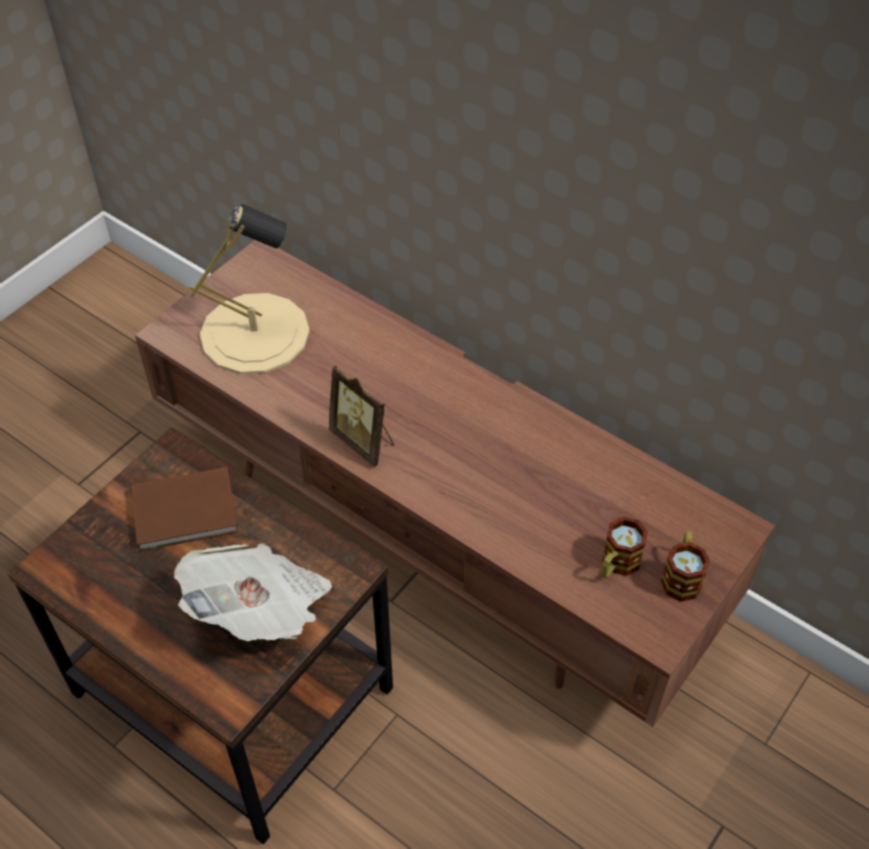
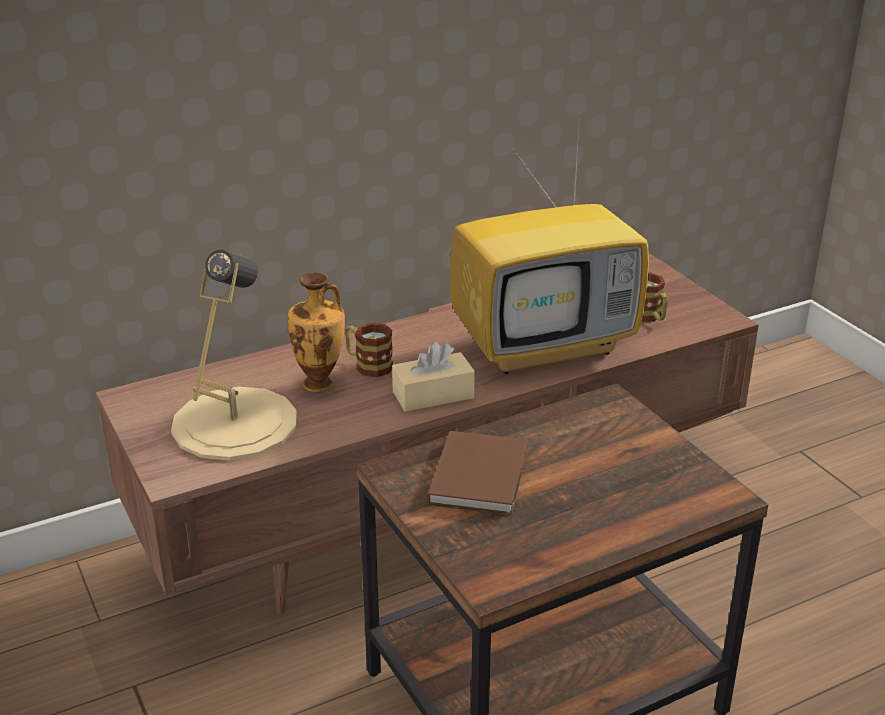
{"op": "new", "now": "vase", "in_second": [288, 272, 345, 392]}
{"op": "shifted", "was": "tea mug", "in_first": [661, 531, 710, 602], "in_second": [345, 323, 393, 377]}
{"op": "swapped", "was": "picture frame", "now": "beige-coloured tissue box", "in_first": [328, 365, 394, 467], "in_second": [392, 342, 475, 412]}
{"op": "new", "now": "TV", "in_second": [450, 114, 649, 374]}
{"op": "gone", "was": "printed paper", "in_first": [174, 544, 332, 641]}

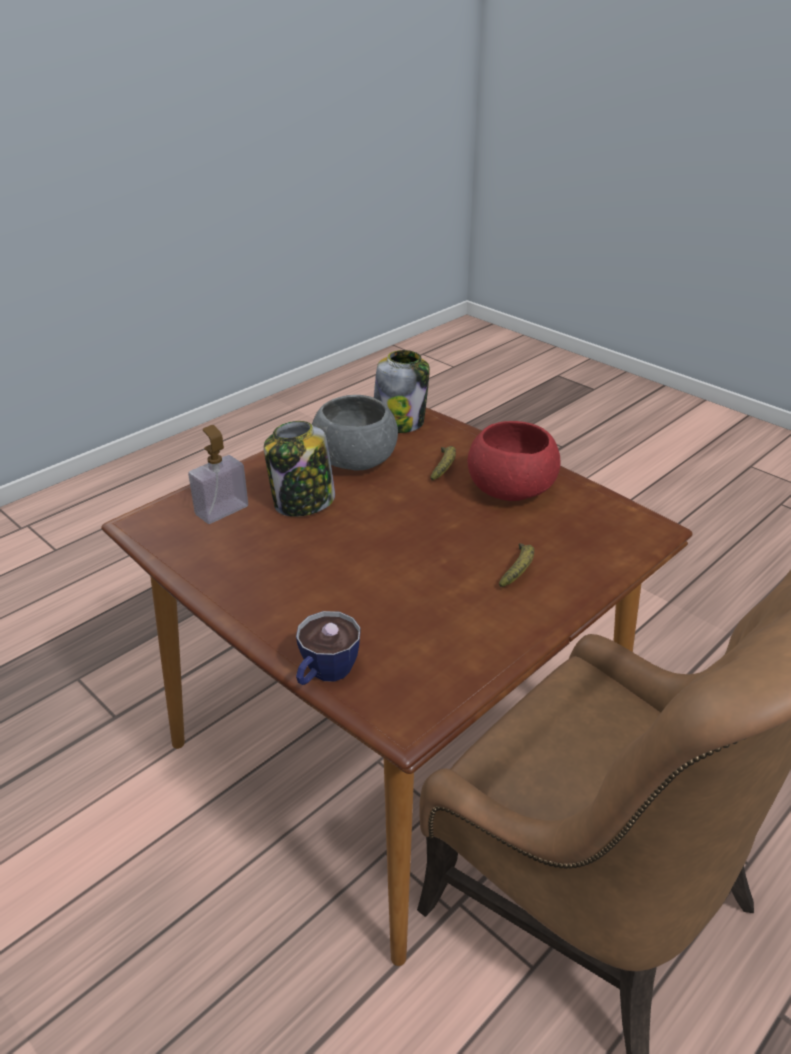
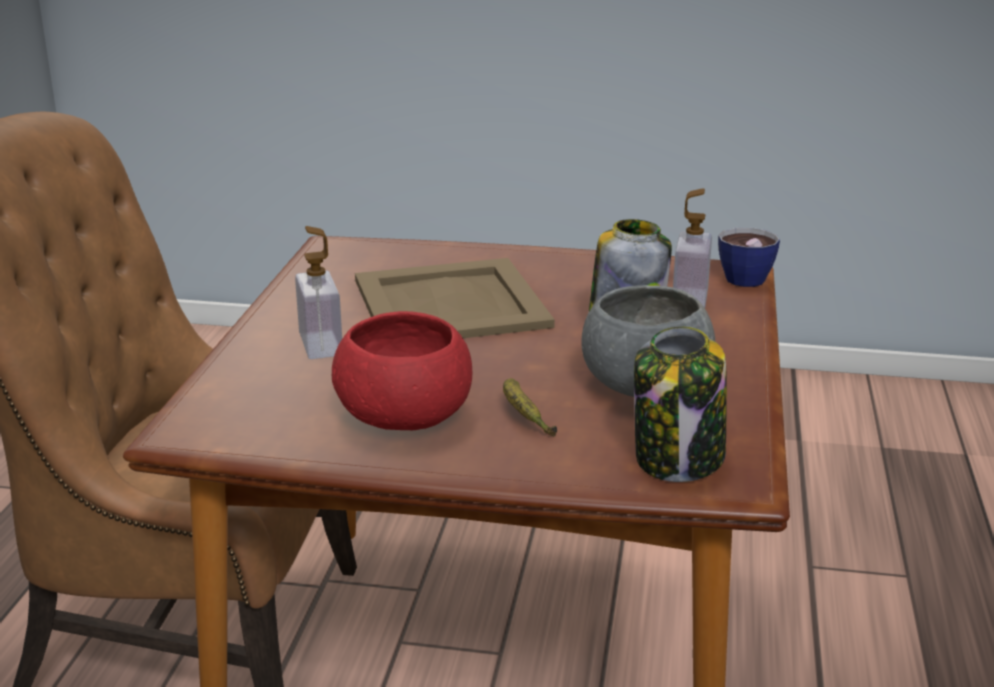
{"op": "swapped", "was": "whole banana", "now": "soap dispenser", "in_first": [499, 543, 534, 587], "in_second": [295, 226, 342, 359]}
{"op": "new", "now": "beige-coloured tray", "in_second": [355, 258, 555, 338]}
{"op": "shifted", "was": "drinking cup", "in_first": [296, 611, 361, 685], "in_second": [718, 228, 780, 287]}

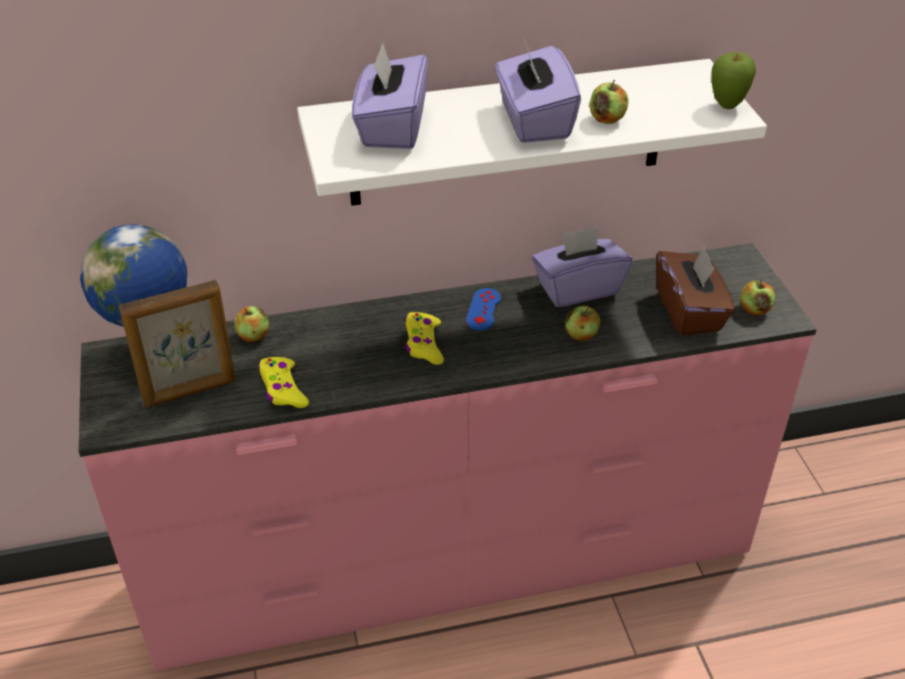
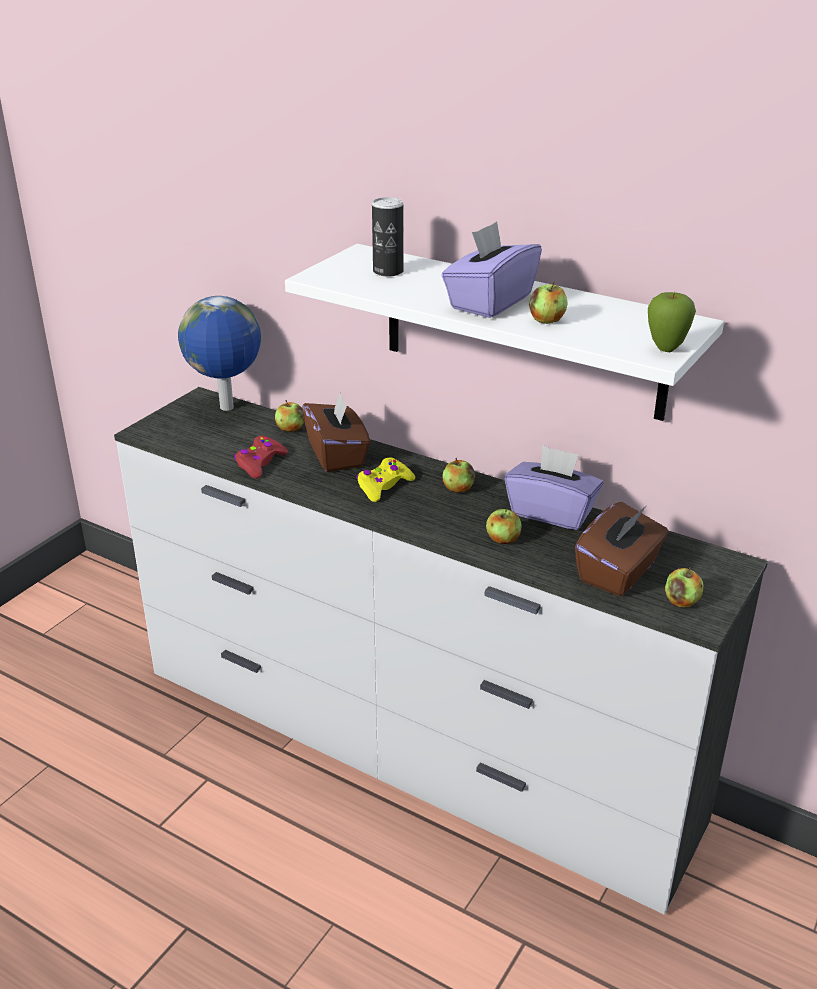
{"op": "repainted", "was": "pink drawer chest", "now": "white-coloured drawer chest", "in_first": [79, 243, 817, 671], "in_second": [114, 387, 768, 915]}
{"op": "repainted", "was": "yellow gamepad", "now": "reddish gamepad", "in_first": [258, 357, 309, 408], "in_second": [234, 435, 288, 479]}
{"op": "new", "now": "brown-coloured tissue box", "in_second": [302, 393, 370, 472]}
{"op": "swapped", "was": "purplish tissue box", "now": "can", "in_first": [352, 43, 428, 149], "in_second": [372, 197, 404, 276]}
{"op": "swapped", "was": "blue-coloured gamepad", "now": "whole apple", "in_first": [466, 288, 501, 330], "in_second": [443, 458, 475, 493]}
{"op": "gone", "was": "picture frame", "in_first": [119, 280, 236, 407]}

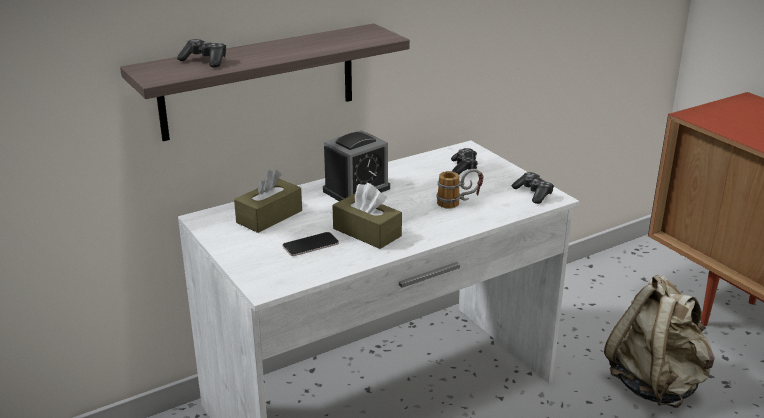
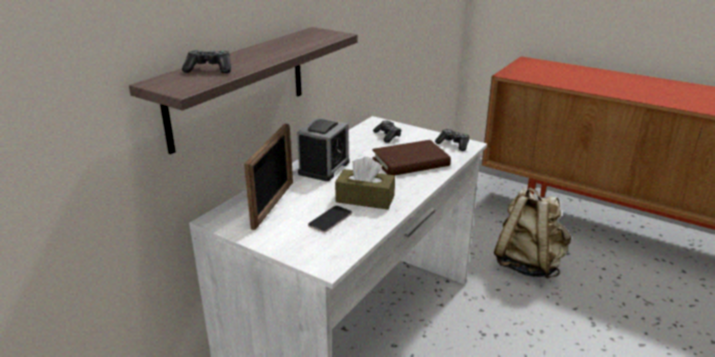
{"op": "swapped", "was": "brown-coloured tissue box", "now": "picture frame", "in_first": [234, 170, 302, 233], "in_second": [244, 123, 293, 230]}
{"op": "swapped", "was": "tea mug", "now": "brown-coloured bound book", "in_first": [437, 169, 483, 209], "in_second": [372, 140, 451, 175]}

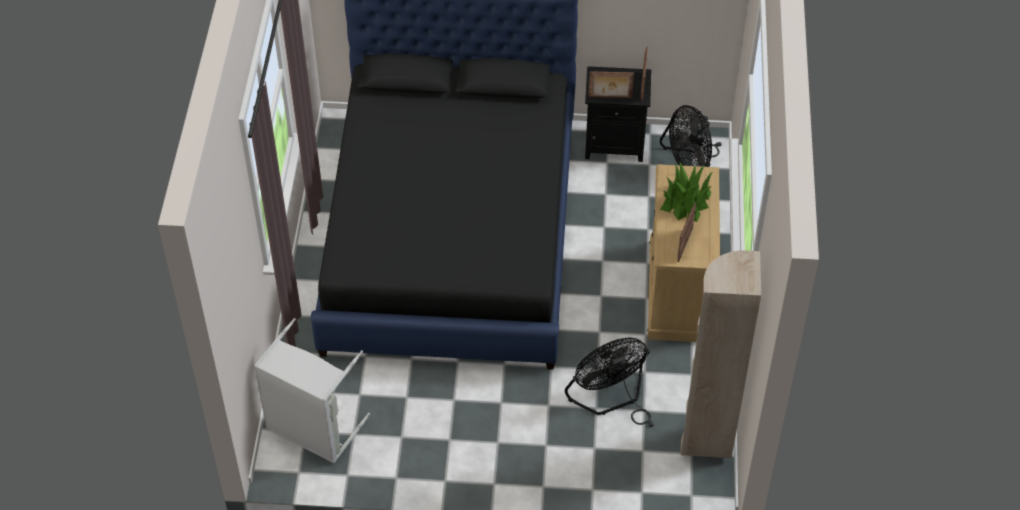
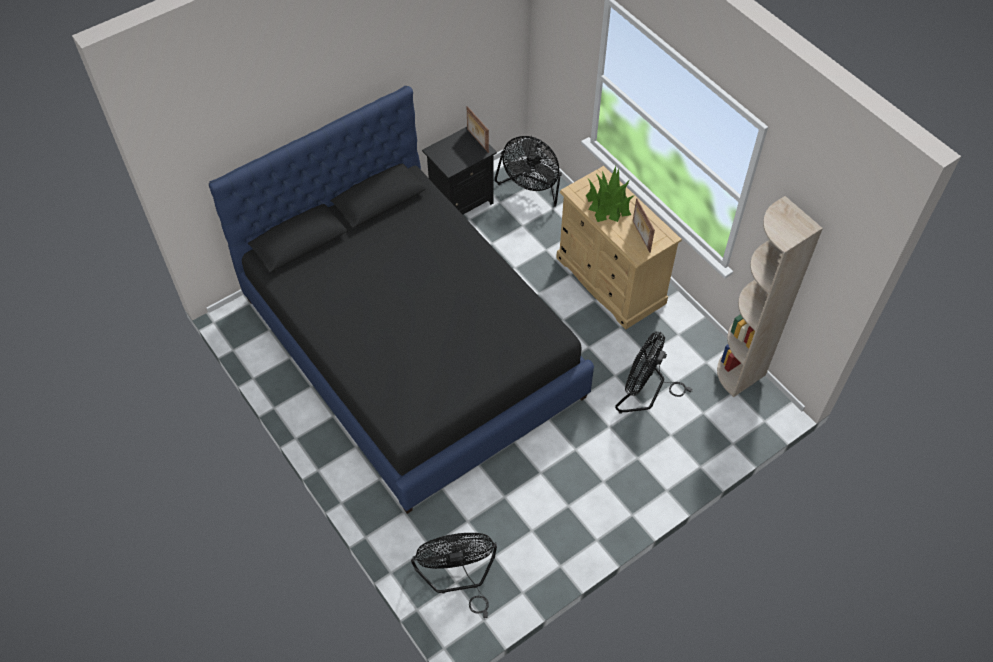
{"op": "swapped", "was": "greyish laundry basket", "now": "black-coloured fan", "in_first": [254, 318, 370, 464], "in_second": [411, 533, 497, 619]}
{"op": "gone", "was": "picture frame", "in_first": [589, 71, 634, 98]}

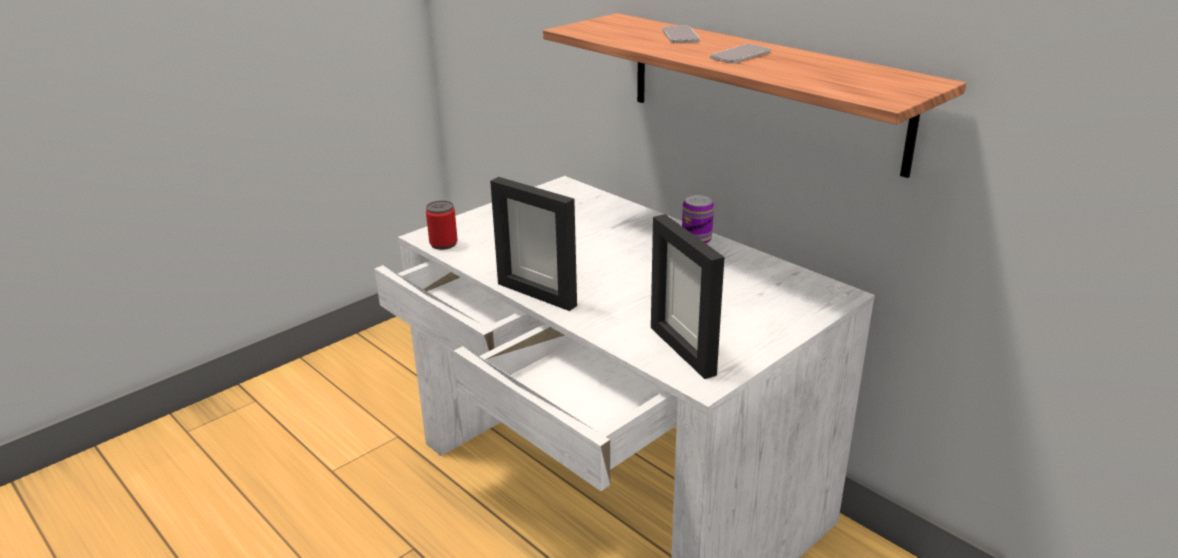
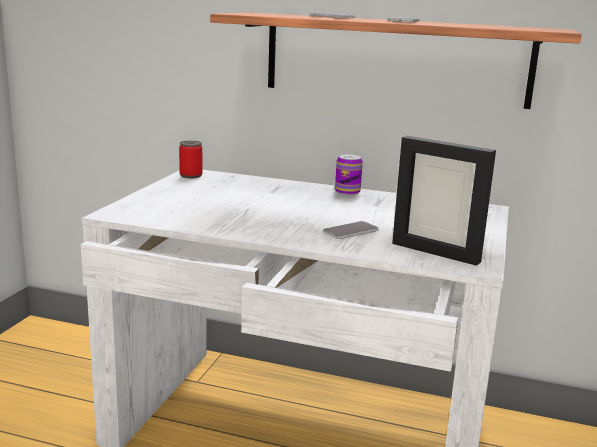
{"op": "shifted", "was": "can", "in_first": [426, 201, 458, 250], "in_second": [179, 141, 202, 178]}
{"op": "new", "now": "phone", "in_second": [323, 221, 379, 239]}
{"op": "gone", "was": "picture frame", "in_first": [490, 177, 577, 311]}

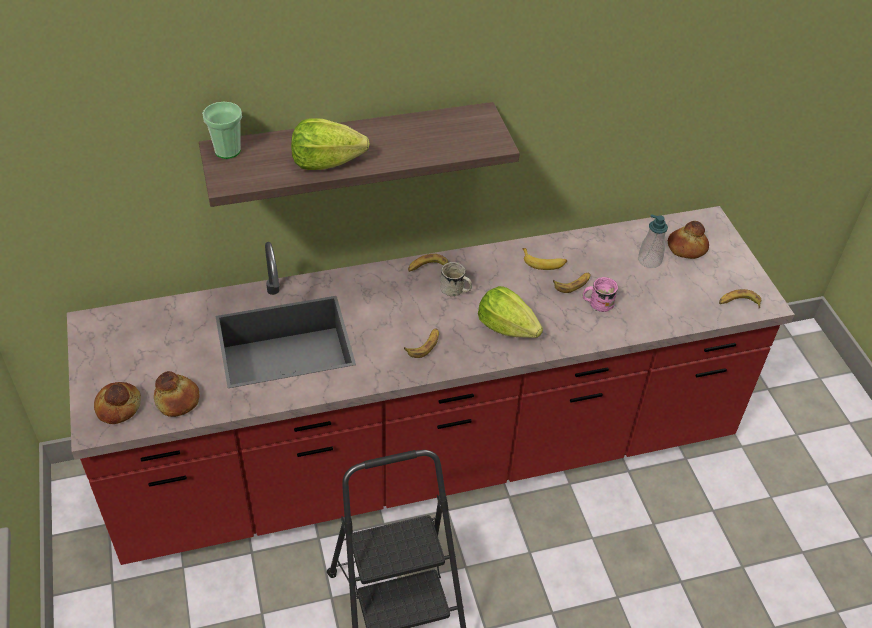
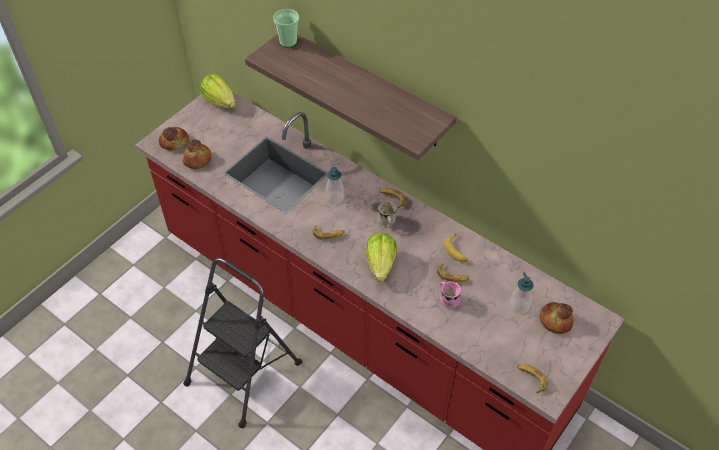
{"op": "shifted", "was": "lettuce", "in_first": [291, 118, 370, 170], "in_second": [200, 74, 236, 108]}
{"op": "new", "now": "soap dispenser", "in_second": [326, 167, 344, 204]}

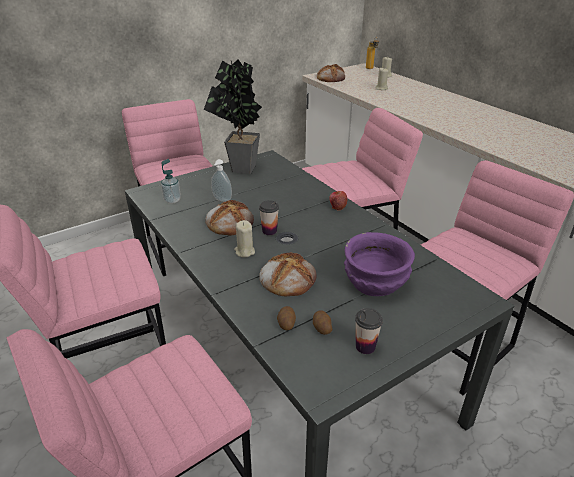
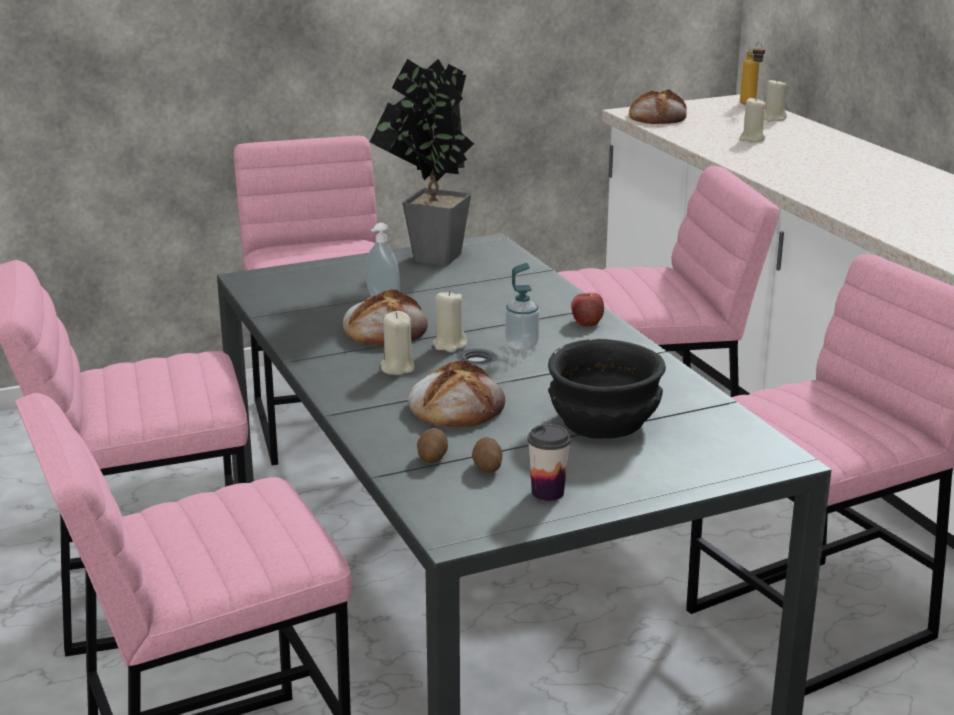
{"op": "swapped", "was": "drinking cup", "now": "beige-coloured candle", "in_first": [259, 200, 279, 235], "in_second": [433, 290, 467, 352]}
{"op": "shifted", "was": "soap dispenser", "in_first": [161, 159, 181, 204], "in_second": [505, 263, 539, 351]}
{"op": "repainted", "was": "purplish deep dish", "now": "black-coloured deep dish", "in_first": [344, 232, 415, 296], "in_second": [548, 339, 666, 439]}

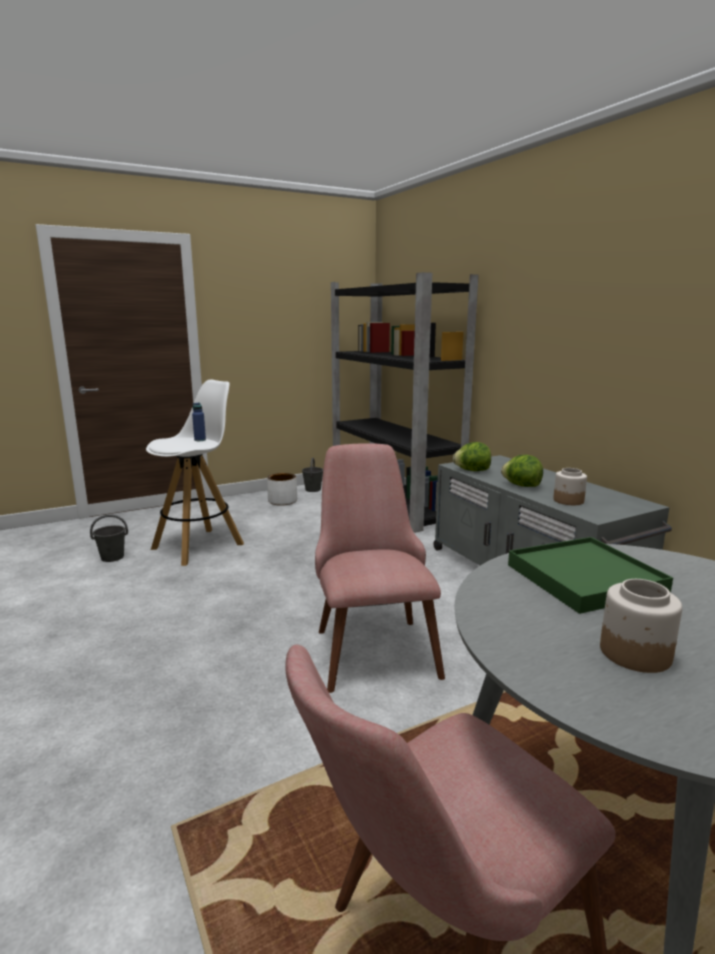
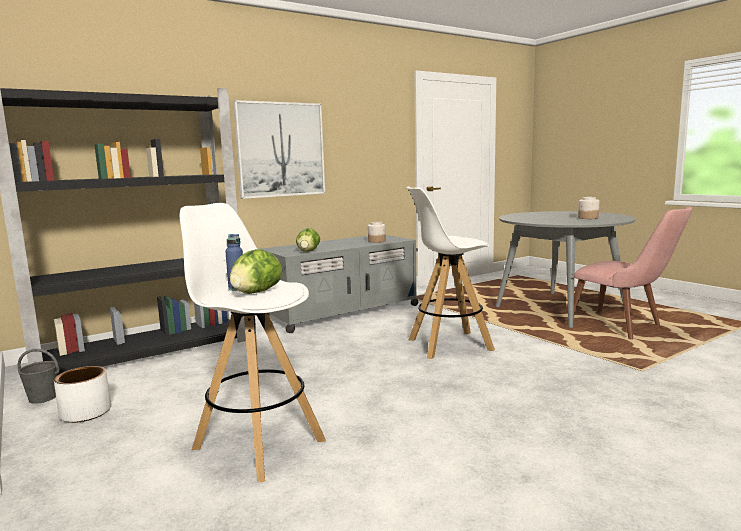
{"op": "shifted", "was": "lettuce", "in_first": [501, 455, 543, 487], "in_second": [230, 249, 282, 294]}
{"op": "new", "now": "picture", "in_second": [233, 100, 325, 199]}
{"op": "swapped", "was": "pink plain chair", "now": "white-coloured stool", "in_first": [315, 443, 445, 693], "in_second": [406, 186, 495, 359]}
{"op": "gone", "was": "greyish pail", "in_first": [90, 514, 128, 562]}
{"op": "gone", "was": "green tray", "in_first": [508, 537, 673, 614]}

